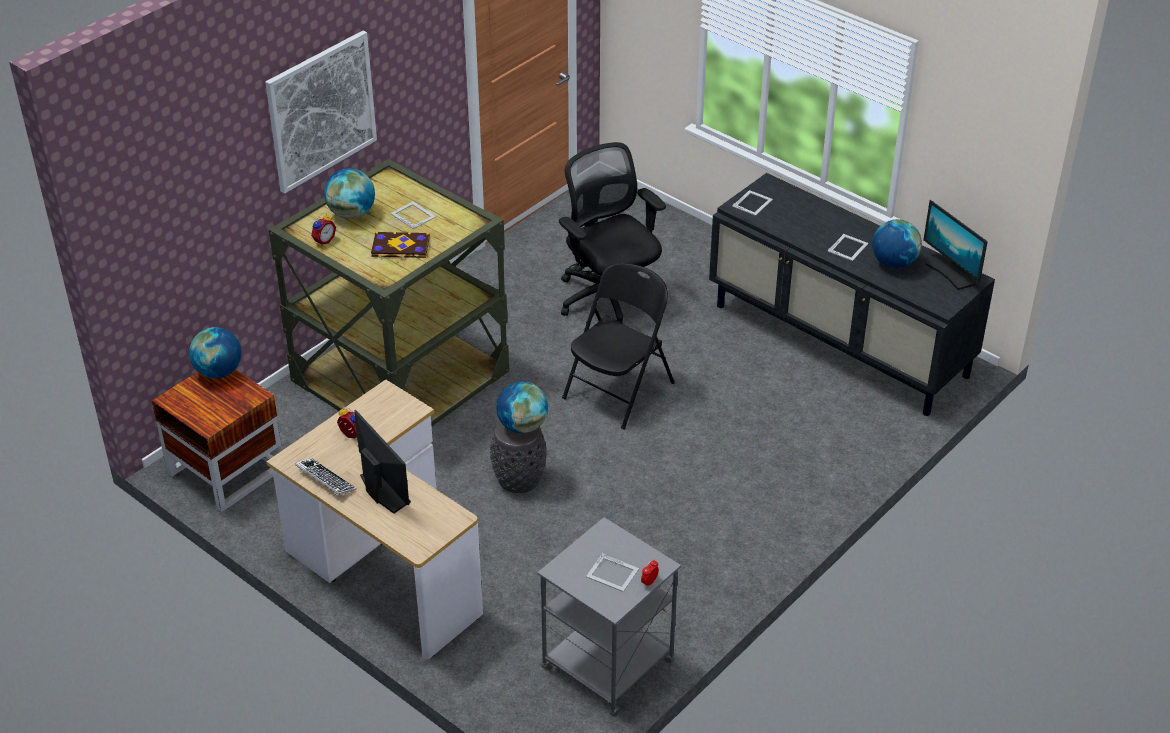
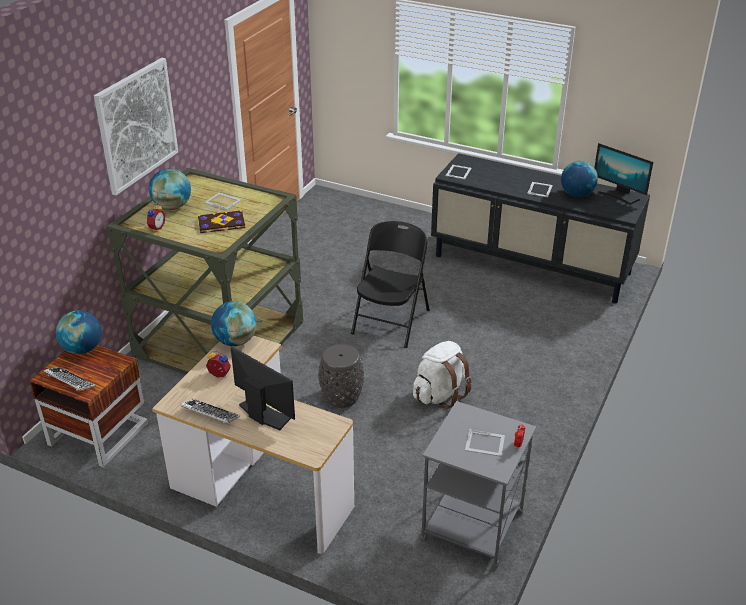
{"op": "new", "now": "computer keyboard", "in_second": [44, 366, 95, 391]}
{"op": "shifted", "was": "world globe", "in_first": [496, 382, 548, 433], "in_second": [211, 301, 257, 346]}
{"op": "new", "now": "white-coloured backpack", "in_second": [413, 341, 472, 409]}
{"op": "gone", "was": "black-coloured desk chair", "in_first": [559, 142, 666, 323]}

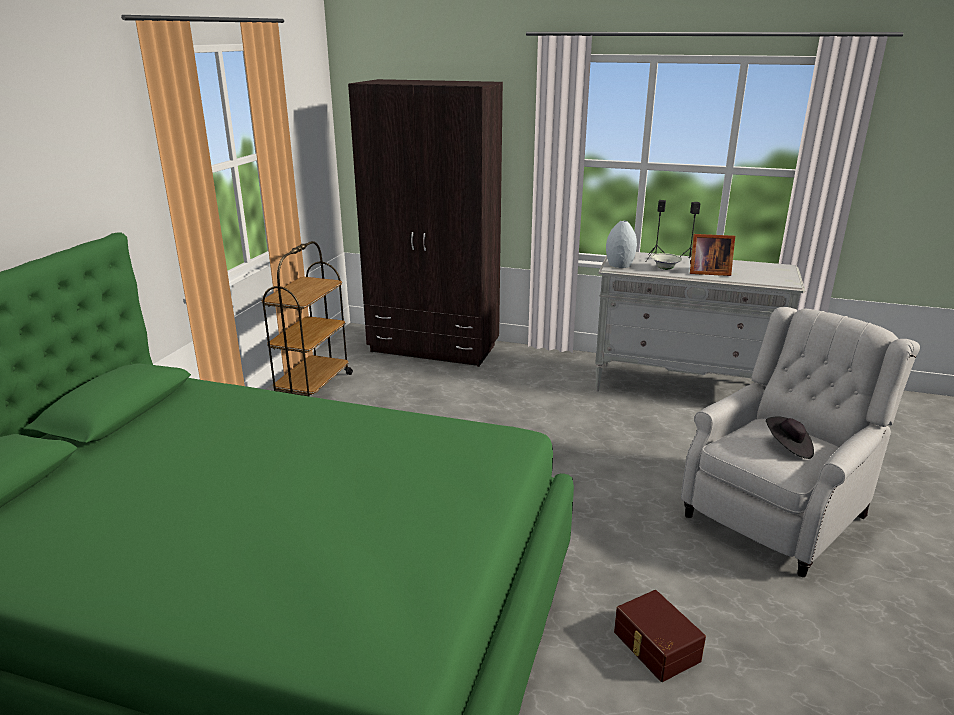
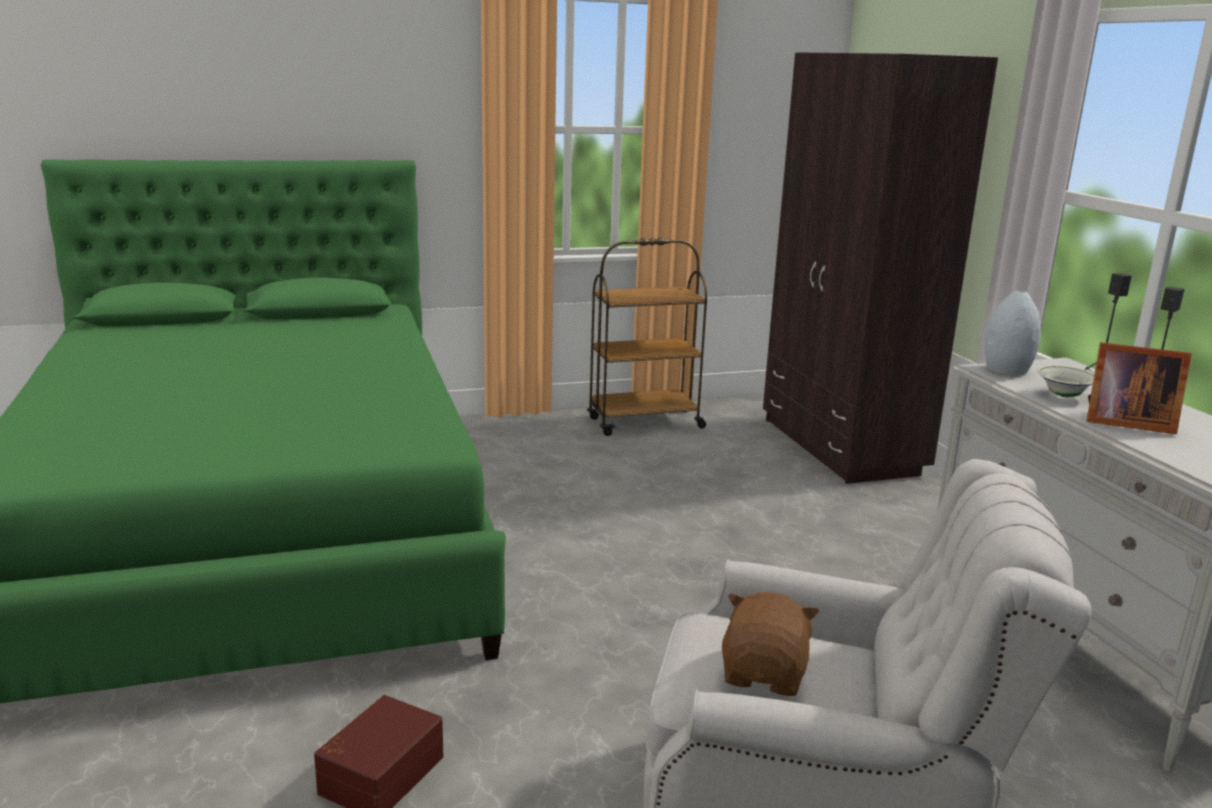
{"op": "swapped", "was": "black-coloured clothing hat", "now": "brown-coloured cuddly toy", "in_first": [766, 417, 814, 459], "in_second": [722, 592, 819, 696]}
{"op": "rotated", "was": "picture frame", "in_first": [690, 234, 735, 276], "in_second": [1086, 342, 1192, 434], "clockwise": -45}

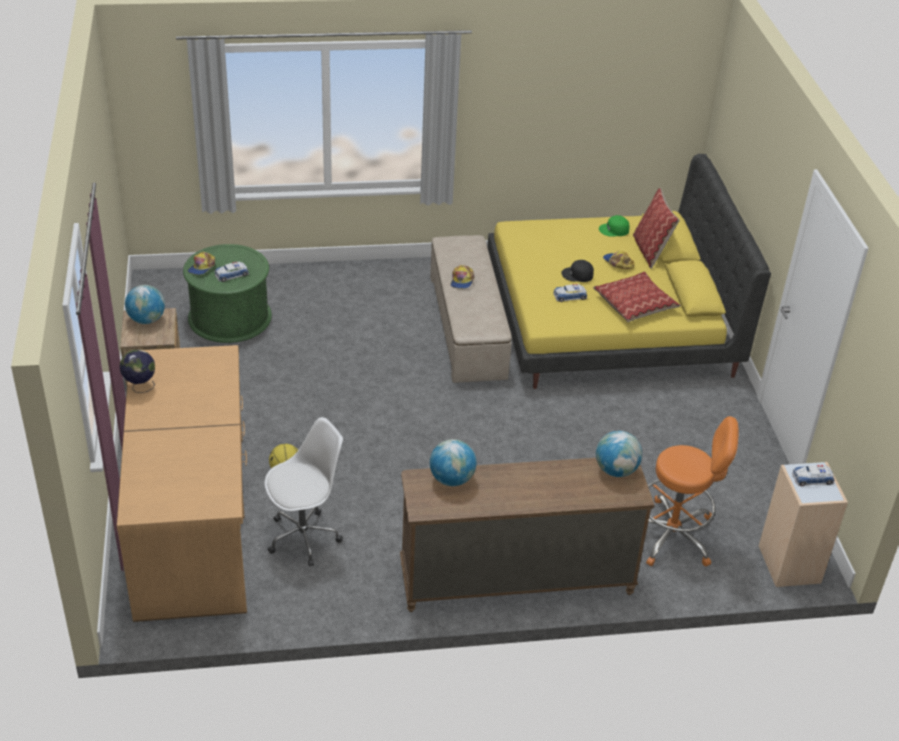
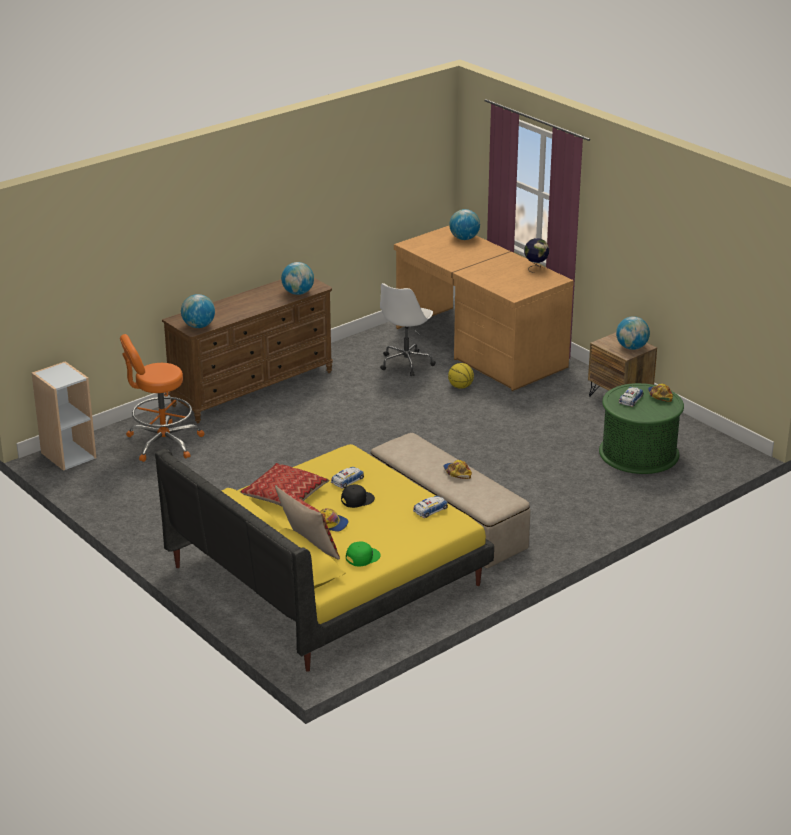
{"op": "shifted", "was": "model car", "in_first": [792, 465, 834, 486], "in_second": [413, 496, 448, 518]}
{"op": "new", "now": "world globe", "in_second": [449, 209, 480, 240]}

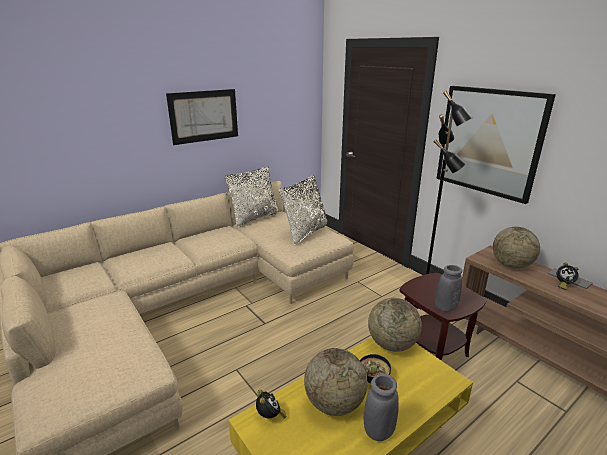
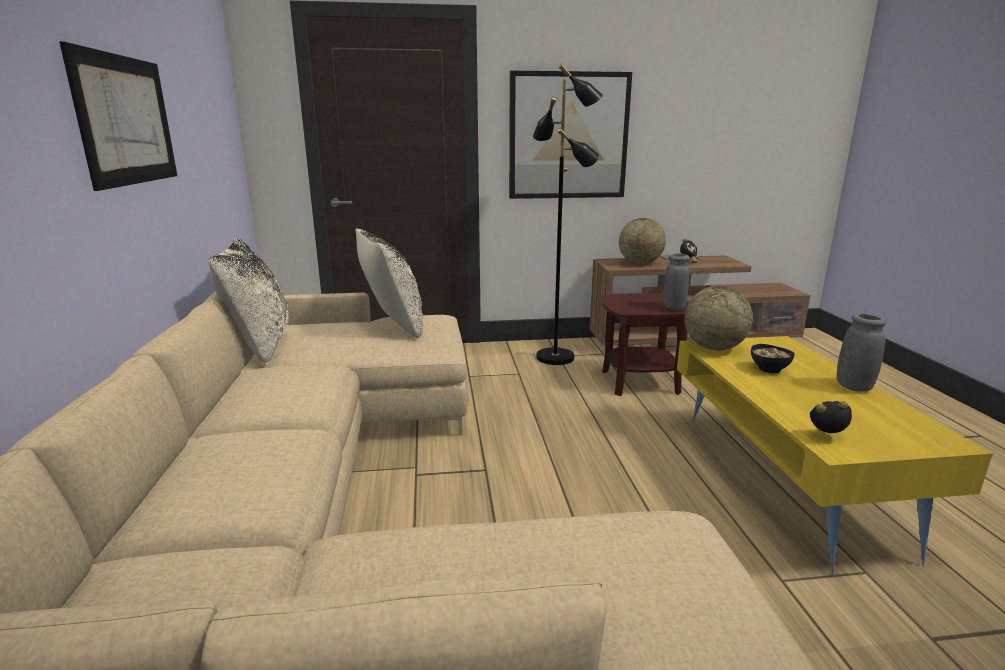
{"op": "gone", "was": "world globe", "in_first": [304, 348, 367, 416]}

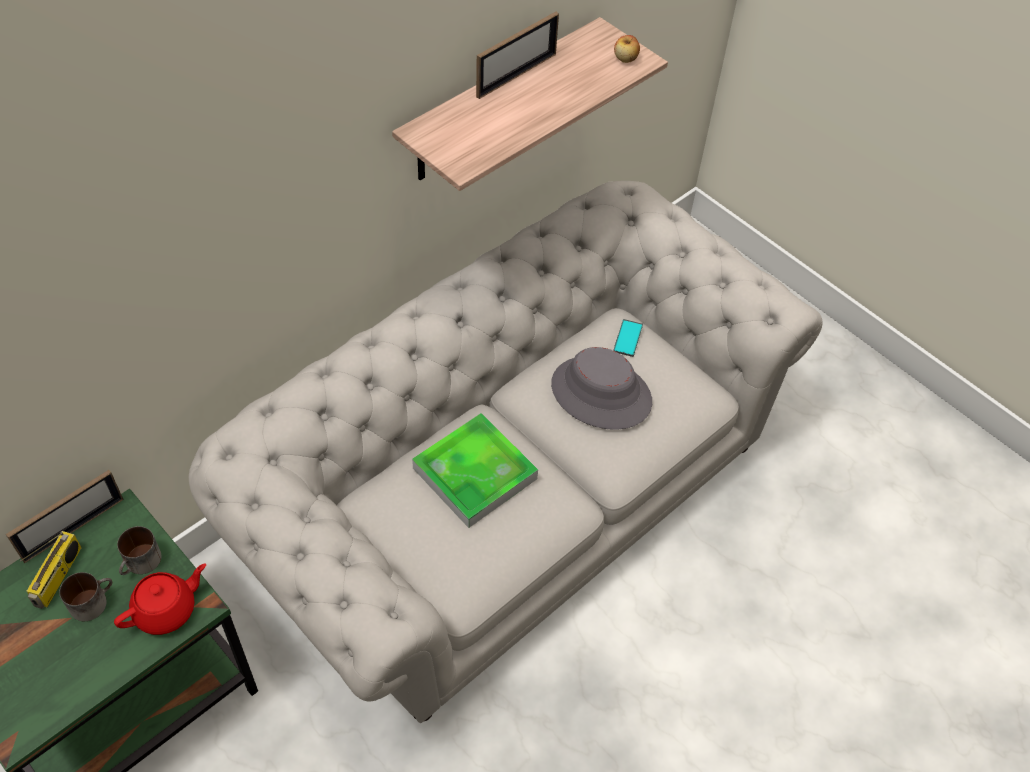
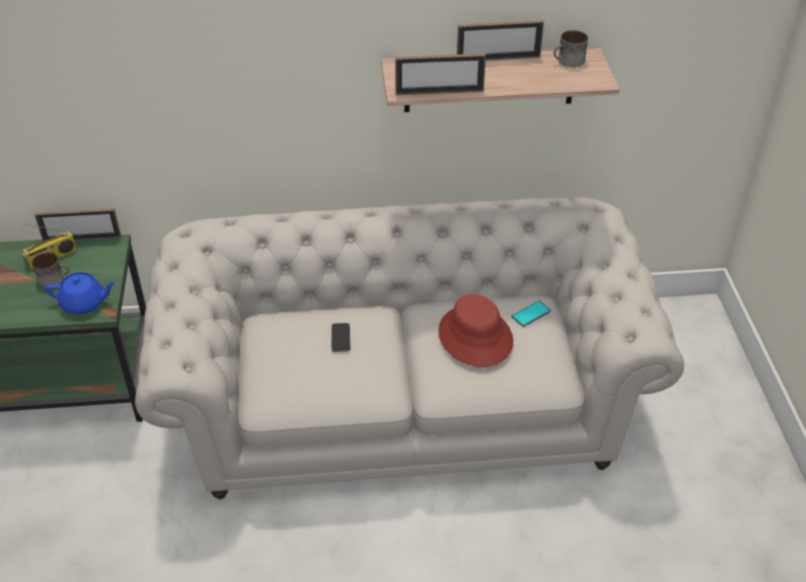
{"op": "repainted", "was": "reddish teapot", "now": "blue-coloured teapot", "in_first": [114, 564, 206, 635], "in_second": [45, 272, 116, 314]}
{"op": "swapped", "was": "tray", "now": "phone", "in_first": [412, 413, 538, 528], "in_second": [331, 323, 350, 352]}
{"op": "new", "now": "picture frame", "in_second": [395, 53, 486, 95]}
{"op": "repainted", "was": "greyish clothing hat", "now": "reddish clothing hat", "in_first": [551, 347, 652, 430], "in_second": [438, 294, 513, 367]}
{"op": "shifted", "was": "tea mug", "in_first": [117, 526, 161, 575], "in_second": [554, 30, 588, 67]}
{"op": "gone", "was": "whole apple", "in_first": [614, 35, 640, 63]}

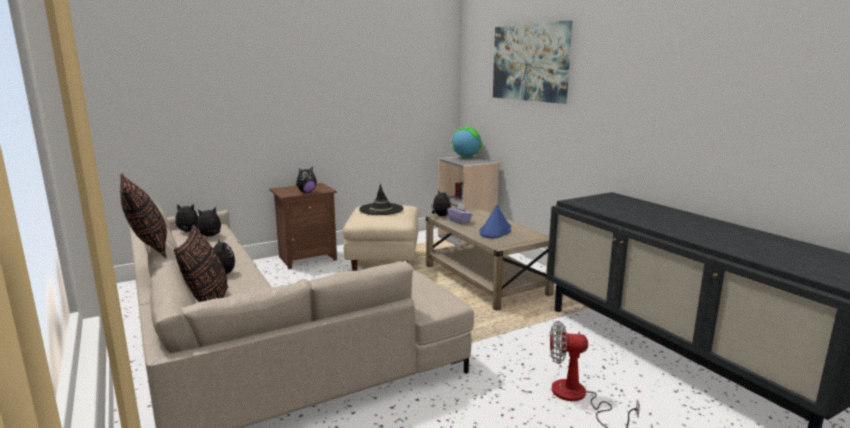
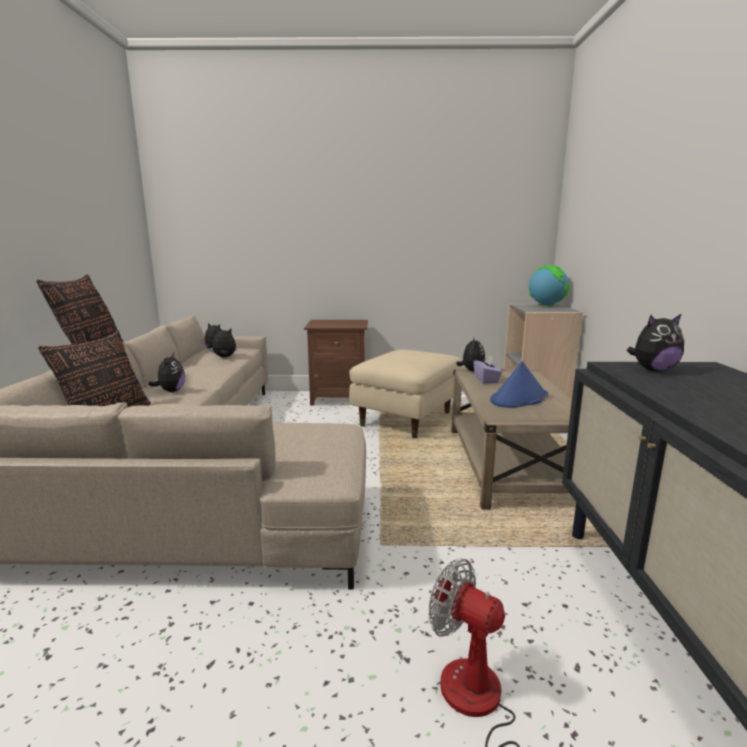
{"op": "shifted", "was": "cuddly toy", "in_first": [296, 167, 317, 193], "in_second": [627, 314, 684, 371]}
{"op": "gone", "was": "black-coloured clothing hat", "in_first": [359, 184, 403, 215]}
{"op": "gone", "was": "picture", "in_first": [493, 21, 572, 104]}

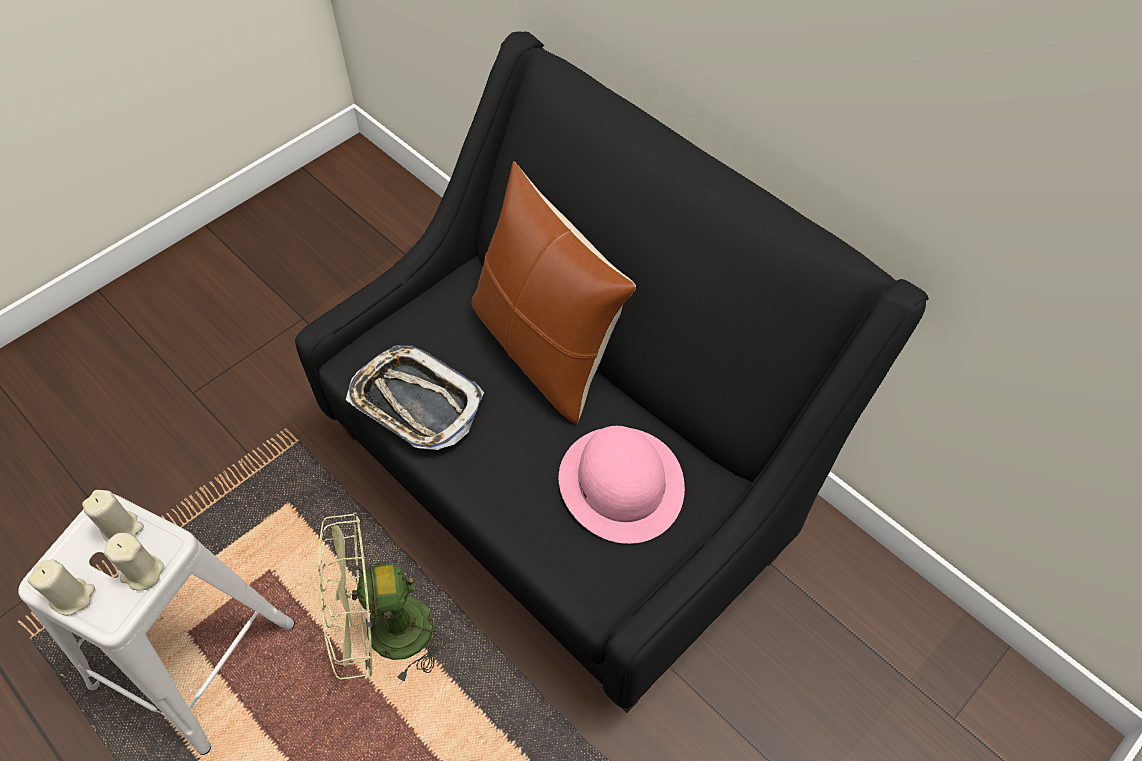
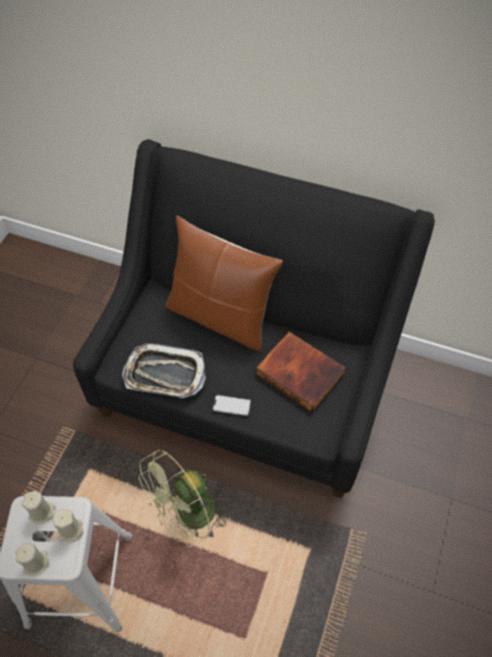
{"op": "new", "now": "phone", "in_second": [213, 395, 251, 416]}
{"op": "swapped", "was": "pink clothing hat", "now": "bound book", "in_first": [559, 426, 685, 544], "in_second": [256, 332, 346, 413]}

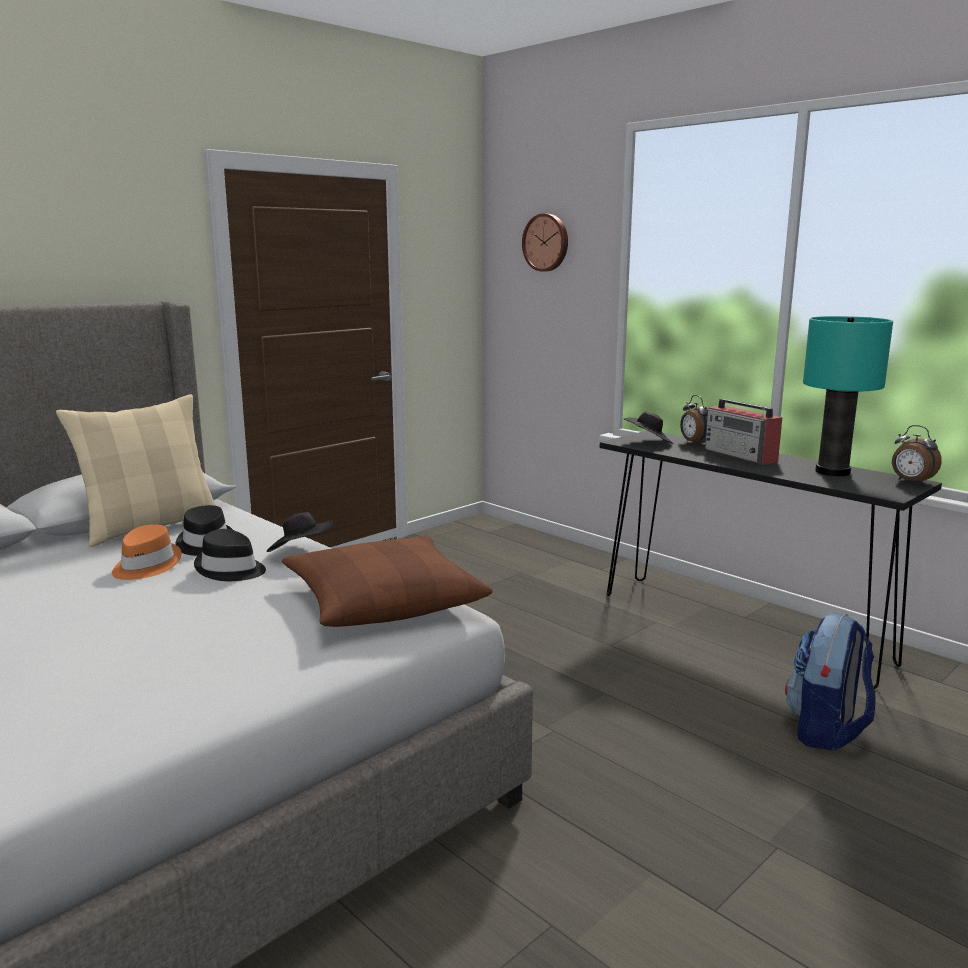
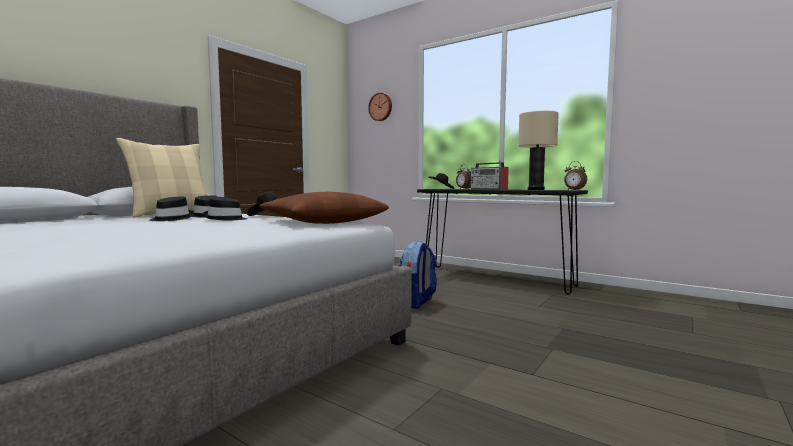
{"op": "repainted", "was": "orange clothing hat", "now": "black-coloured clothing hat", "in_first": [112, 525, 182, 580], "in_second": [149, 197, 194, 221]}
{"op": "shifted", "was": "backpack", "in_first": [785, 613, 876, 751], "in_second": [398, 241, 437, 309]}
{"op": "repainted", "was": "turquoise-coloured lamp for a table", "now": "beige-coloured lamp for a table", "in_first": [803, 316, 893, 476], "in_second": [518, 111, 559, 190]}

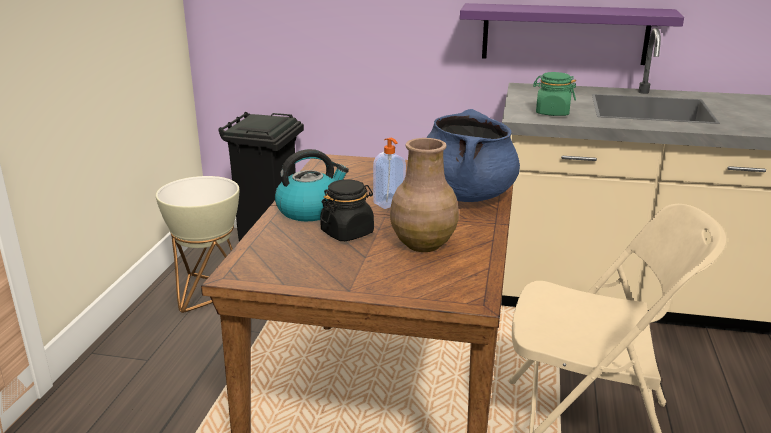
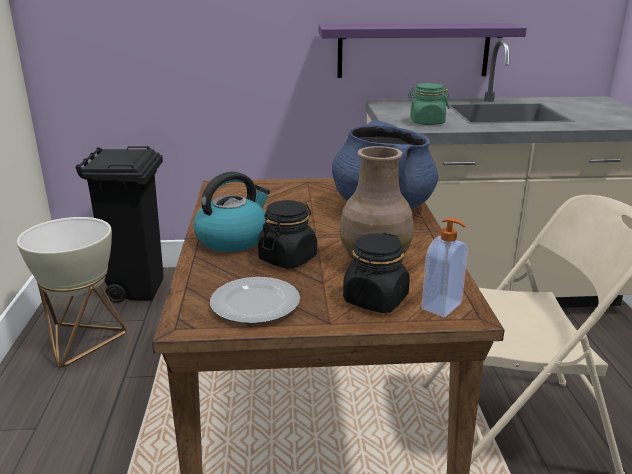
{"op": "new", "now": "dinner plate", "in_second": [210, 277, 300, 324]}
{"op": "new", "now": "black-coloured preserve jar", "in_second": [343, 233, 410, 313]}
{"op": "shifted", "was": "soap dispenser", "in_first": [373, 138, 406, 209], "in_second": [422, 218, 468, 317]}

